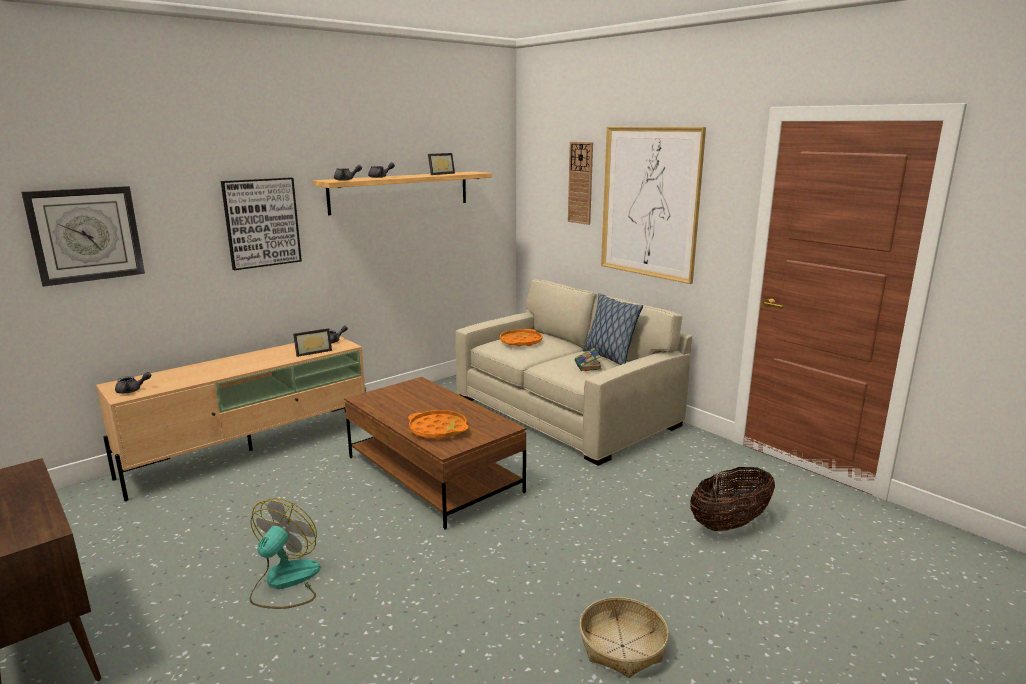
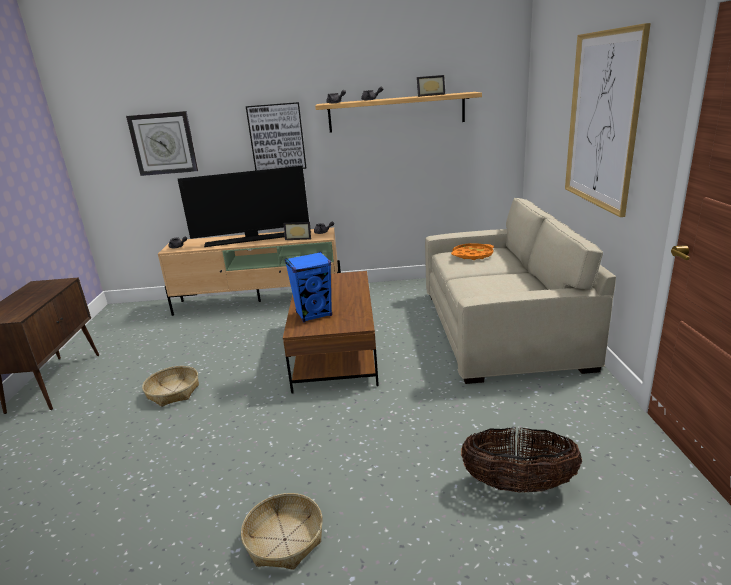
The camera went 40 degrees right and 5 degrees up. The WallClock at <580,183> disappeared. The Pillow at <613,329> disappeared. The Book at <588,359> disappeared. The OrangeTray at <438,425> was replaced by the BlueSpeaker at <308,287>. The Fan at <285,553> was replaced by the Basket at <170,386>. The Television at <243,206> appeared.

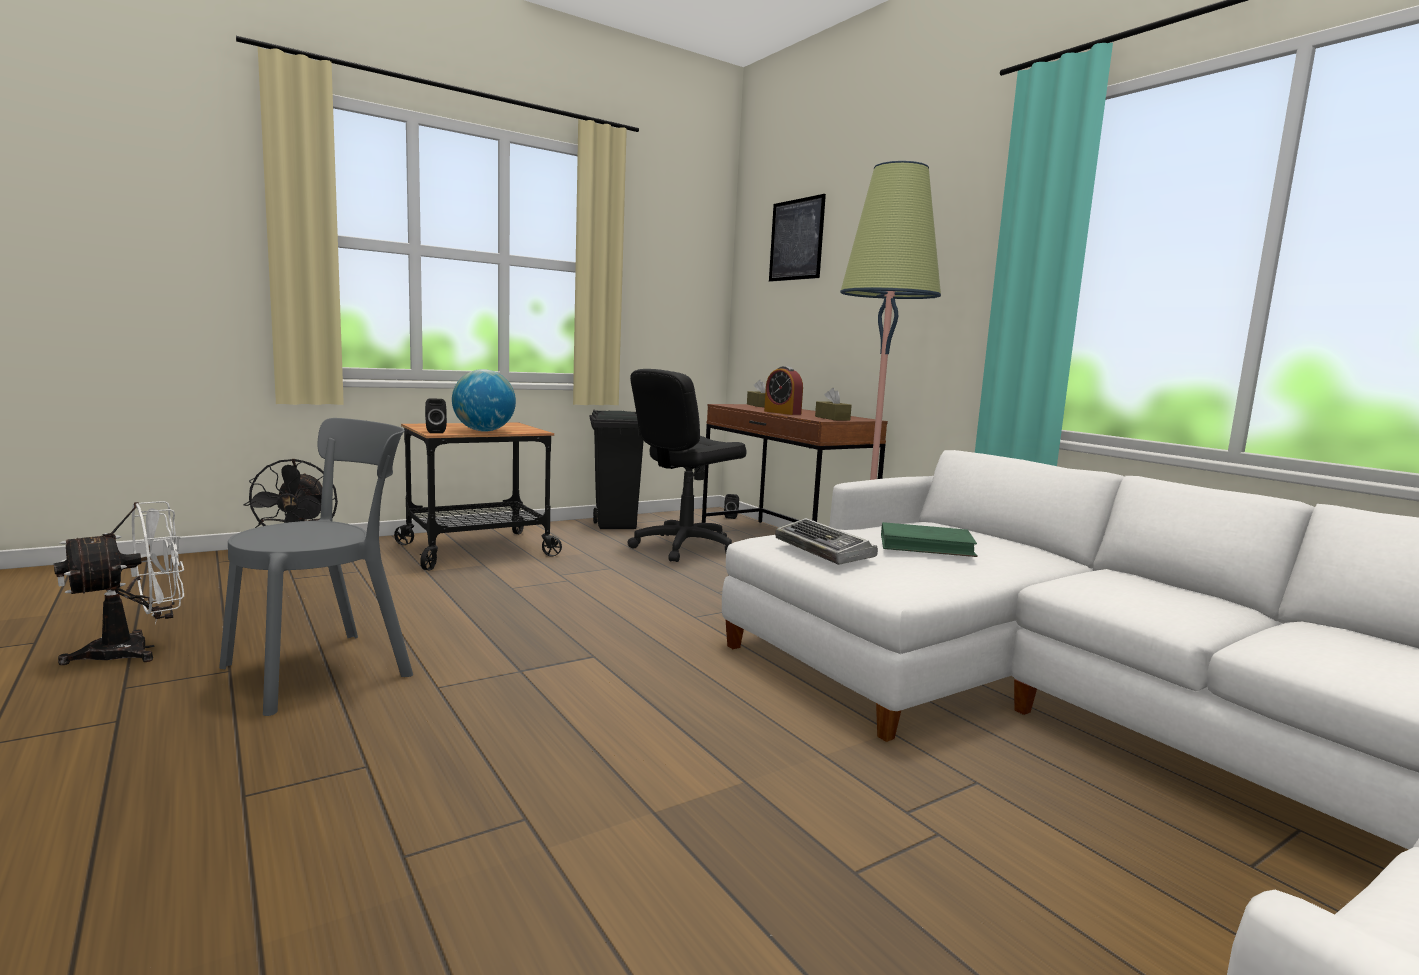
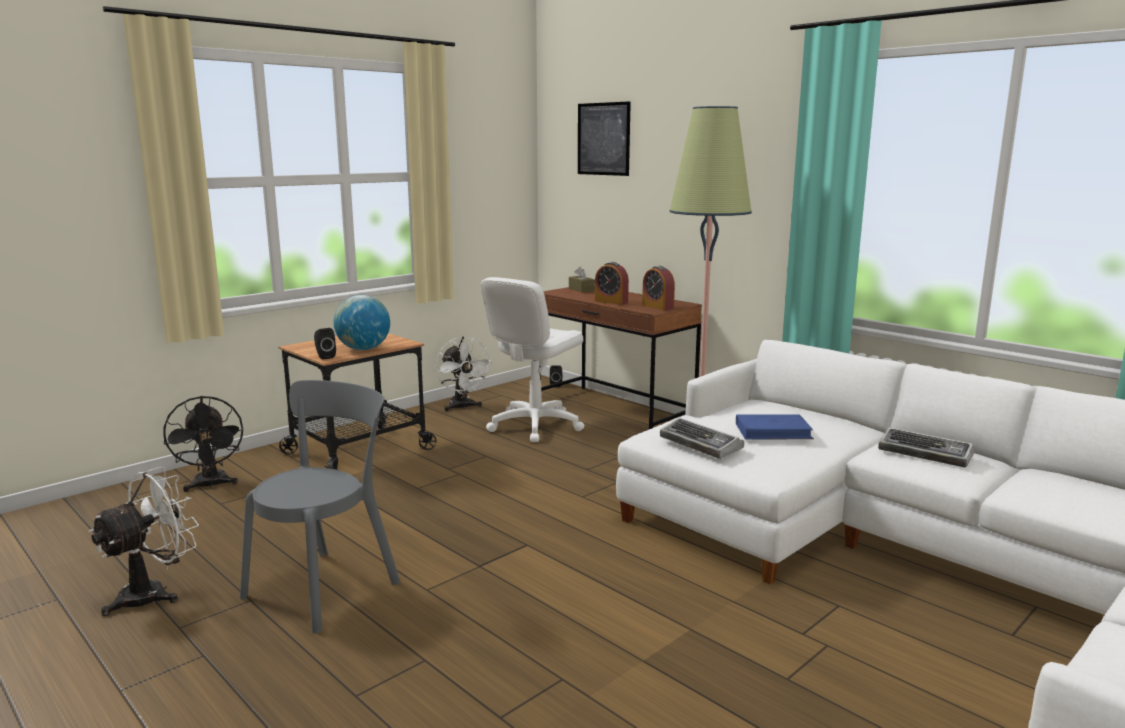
The camera went 10 degrees left and 5 degrees up. The BlackOfficeChair at <687,465> became the WhiteOfficeChair at <532,359>. The BrownTissueBox at <833,404> was replaced by the AlarmClock at <658,288>. The BlackTrashCan at <617,469> was replaced by the WhiteFan at <464,374>. The GreenBook at <929,539> became the BlueBook at <775,427>. The Keyboard at <926,447> appeared.

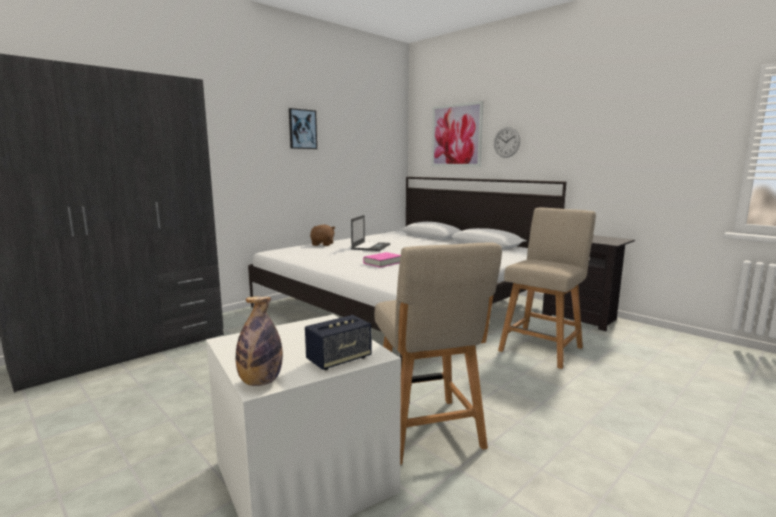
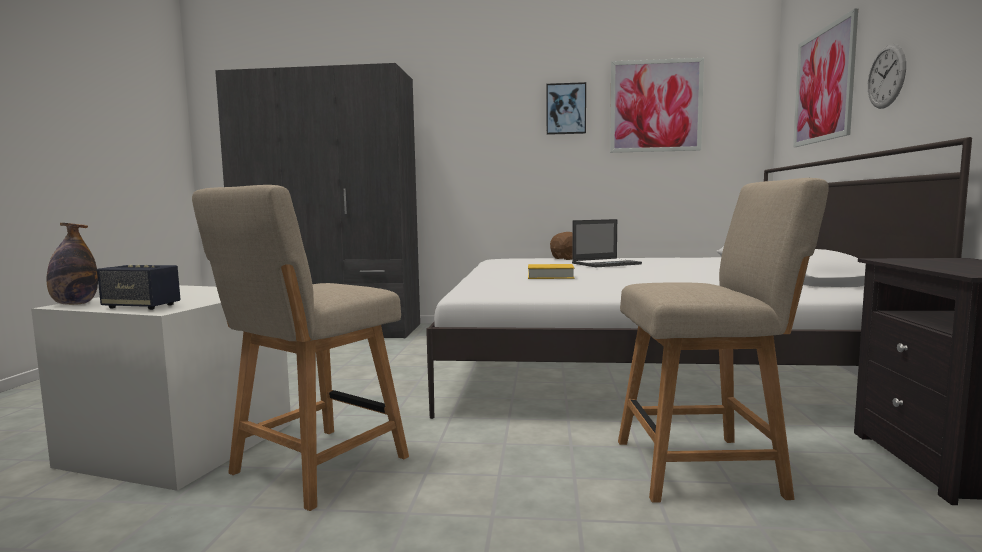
The camera went 50 degrees right and 5 degrees down. The PinkBook at <382,260> became the YellowBook at <551,271>. The Picture at <657,105> appeared.

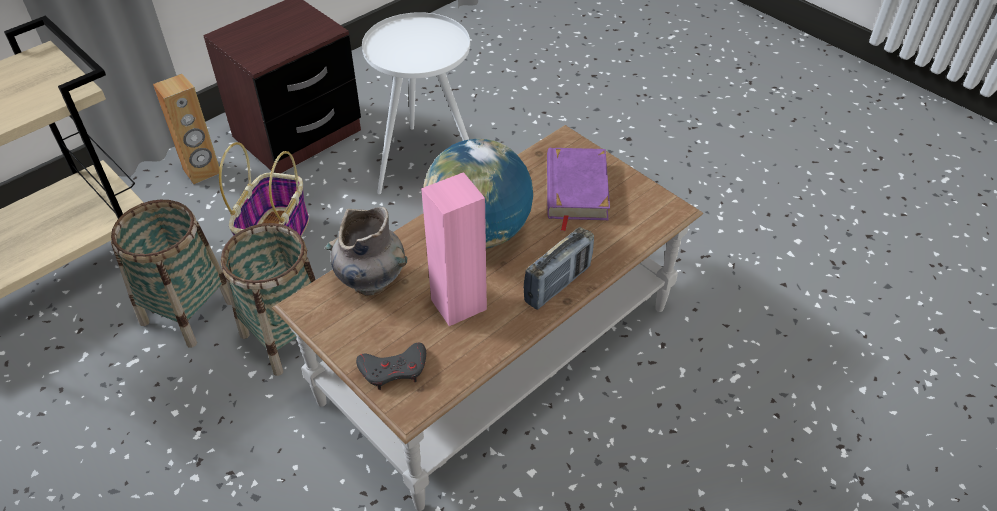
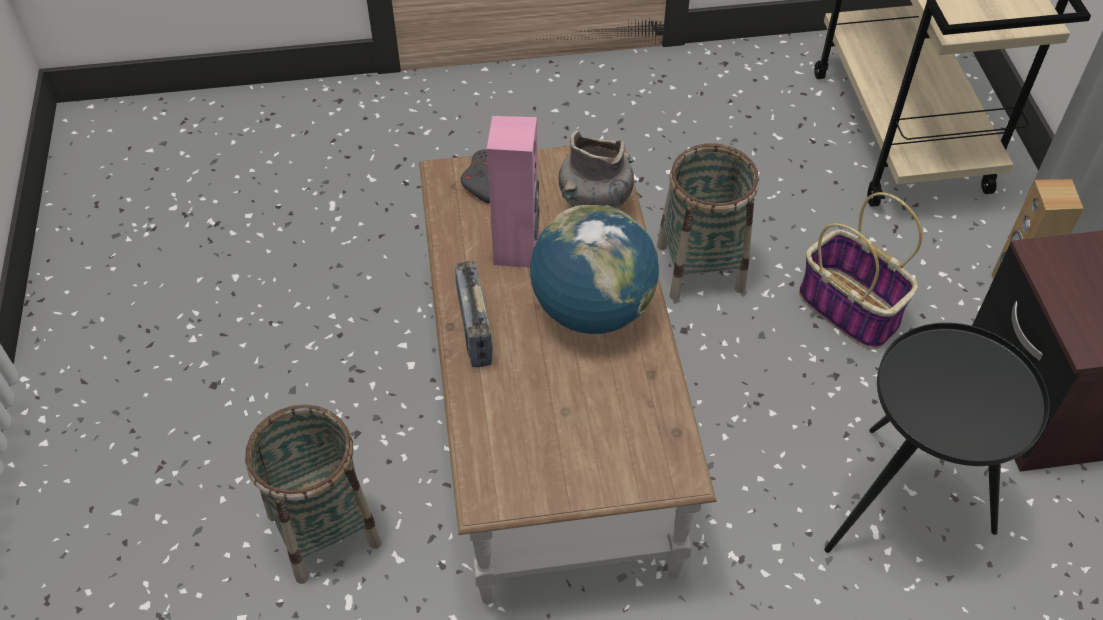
The camera went 125 degrees right and 5 degrees up. The WhiteSideTable at <416,103> became the BlackSideTable at <937,438>. The PurpleBook at <578,189> disappeared. The Basket moved from <171,273> to <313,494>.

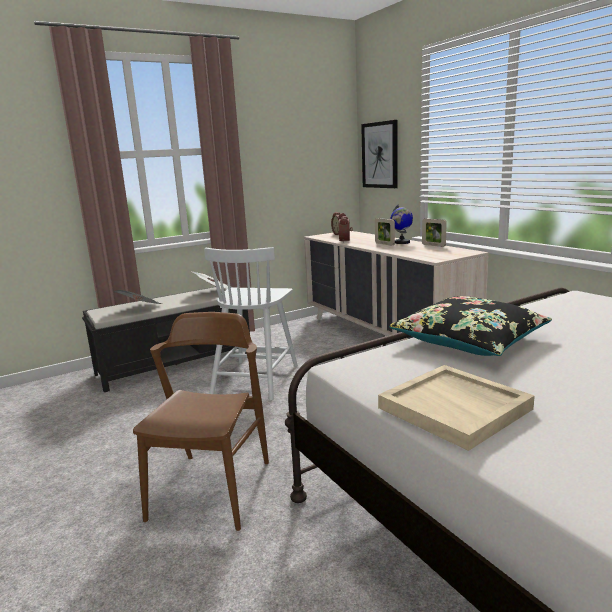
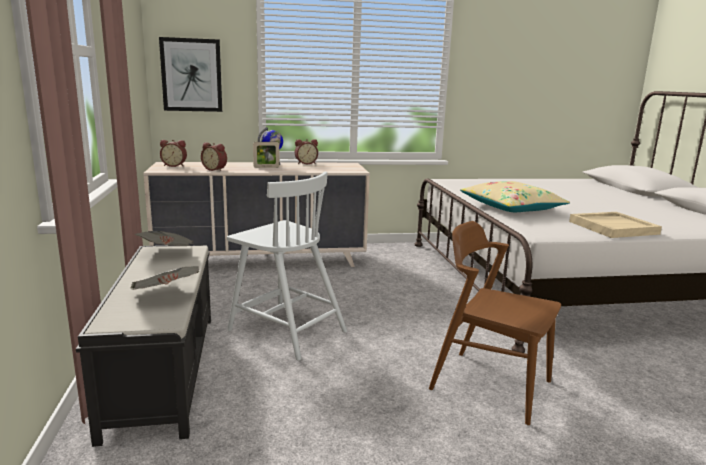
The camera went 70 degrees left and 0 degrees up. The PictureFrame at <434,232> was replaced by the AlarmClock at <306,151>. The BlackPillow at <470,326> became the BeigePillow at <515,196>.

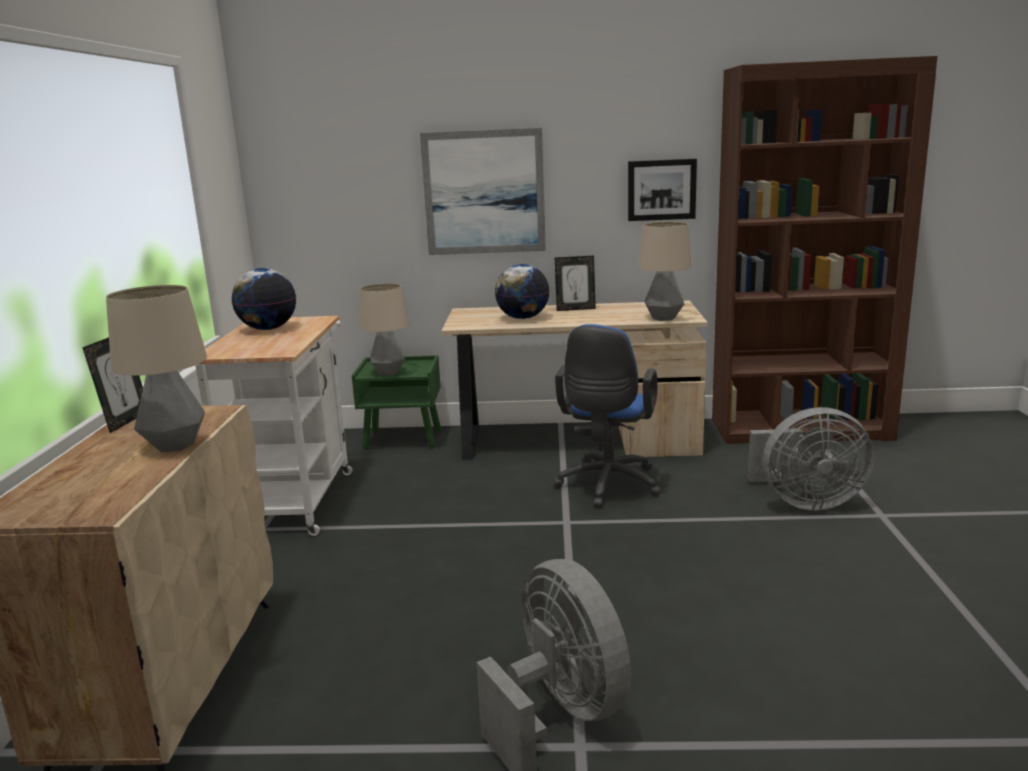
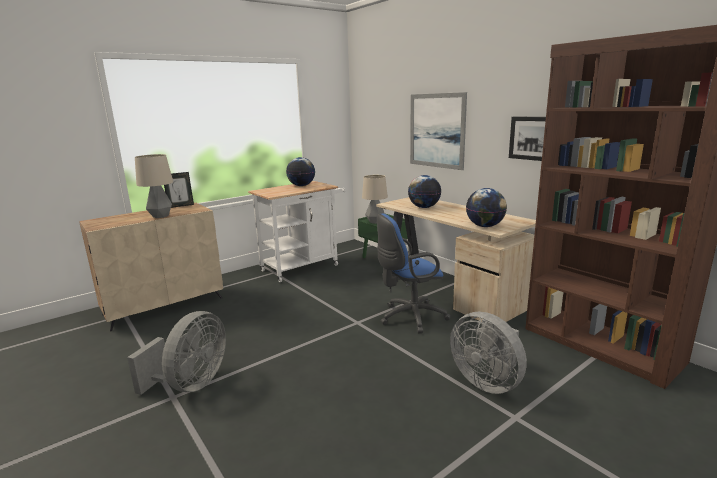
The camera went 50 degrees right and 0 degrees up. The TableLamp at <665,271> was replaced by the Globe at <486,207>. The PictureFrame at <575,283> disappeared.

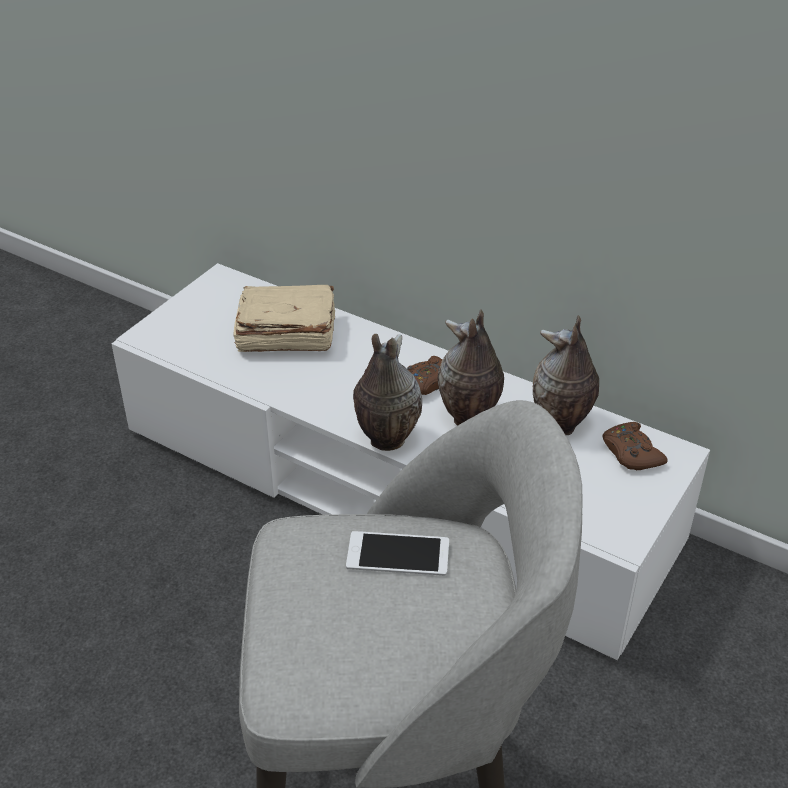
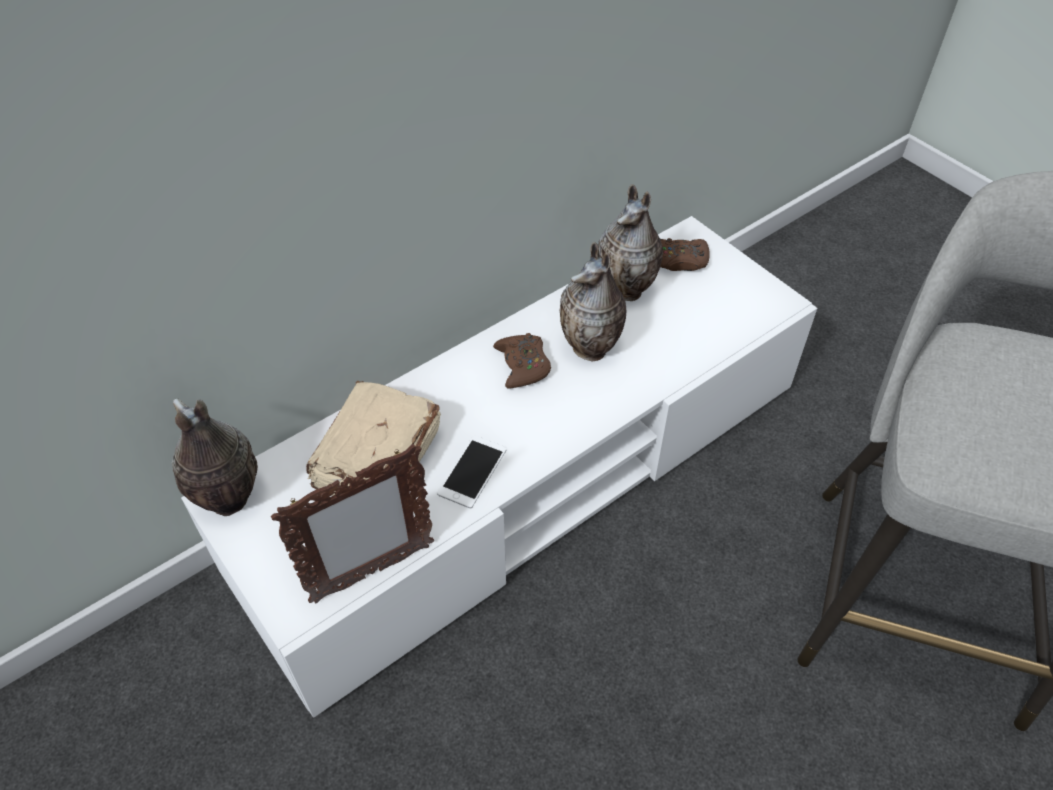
The camera went 70 degrees left and 10 degrees up. The Vase moved from <387,392> to <215,457>. The Phone moved from <397,553> to <472,471>. The PictureFrame at <352,524> appeared.

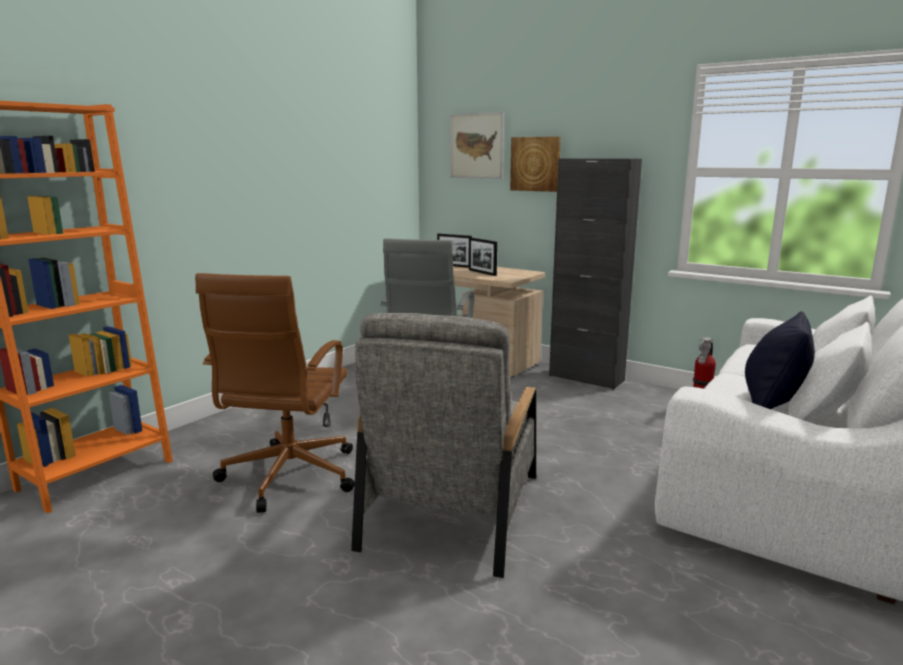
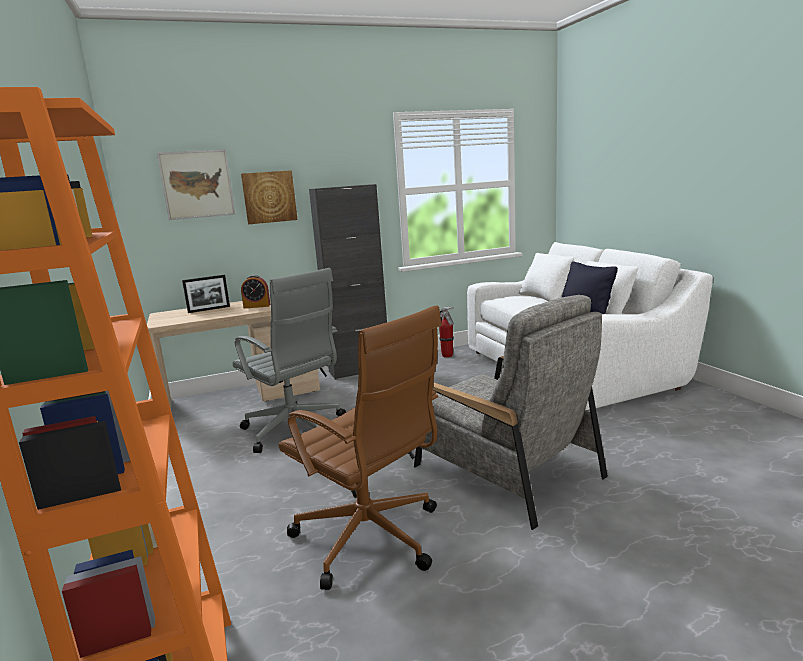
The camera went 55 degrees left and 0 degrees up. The PictureFrame at <483,257> was replaced by the AlarmClock at <255,292>.

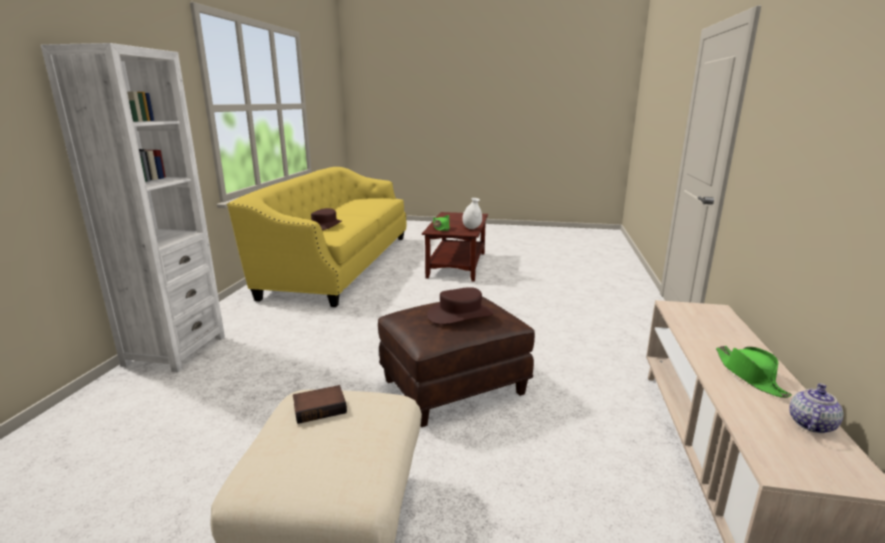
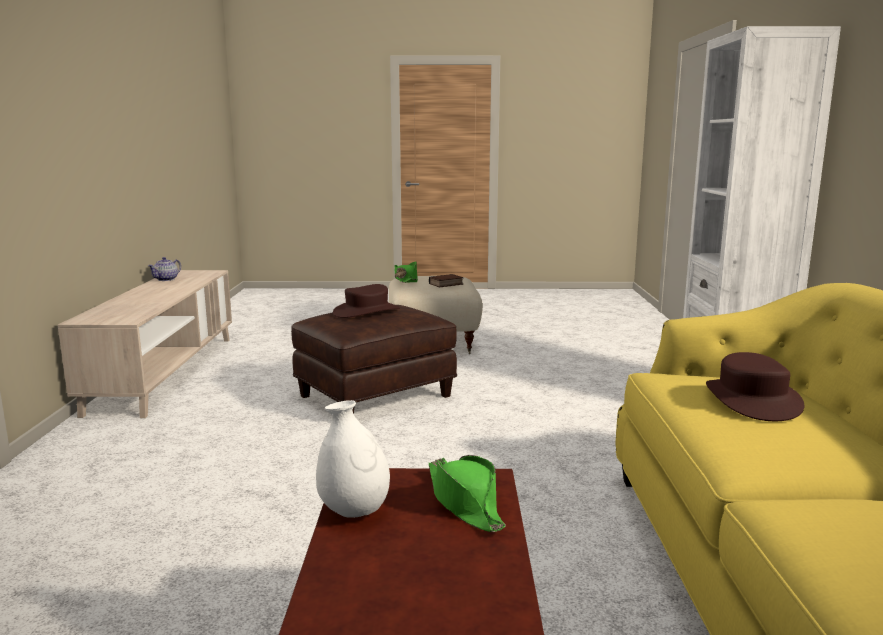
The camera went 170 degrees right and 5 degrees down. The GreenHat moved from <754,372> to <406,272>.

